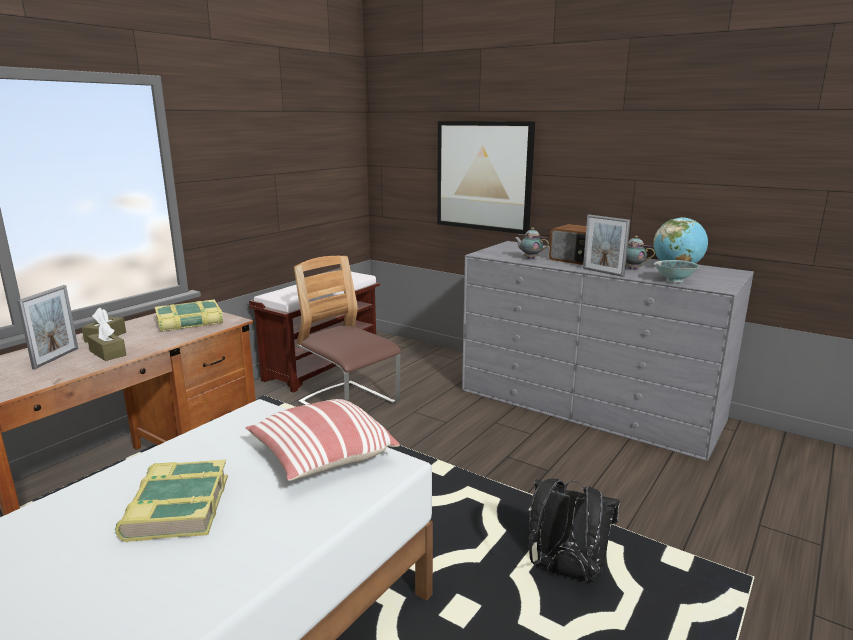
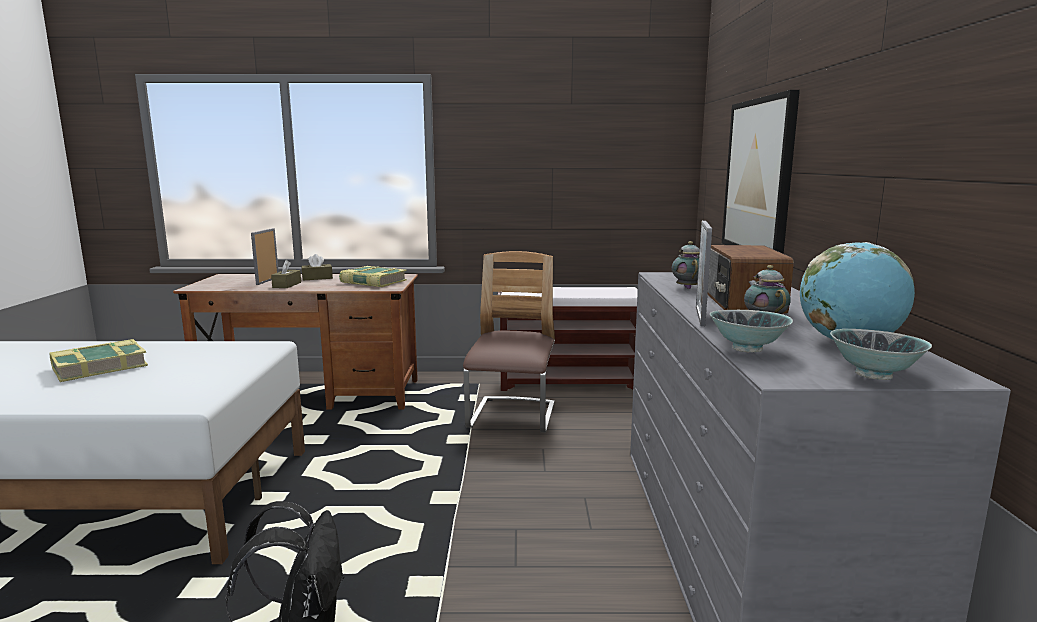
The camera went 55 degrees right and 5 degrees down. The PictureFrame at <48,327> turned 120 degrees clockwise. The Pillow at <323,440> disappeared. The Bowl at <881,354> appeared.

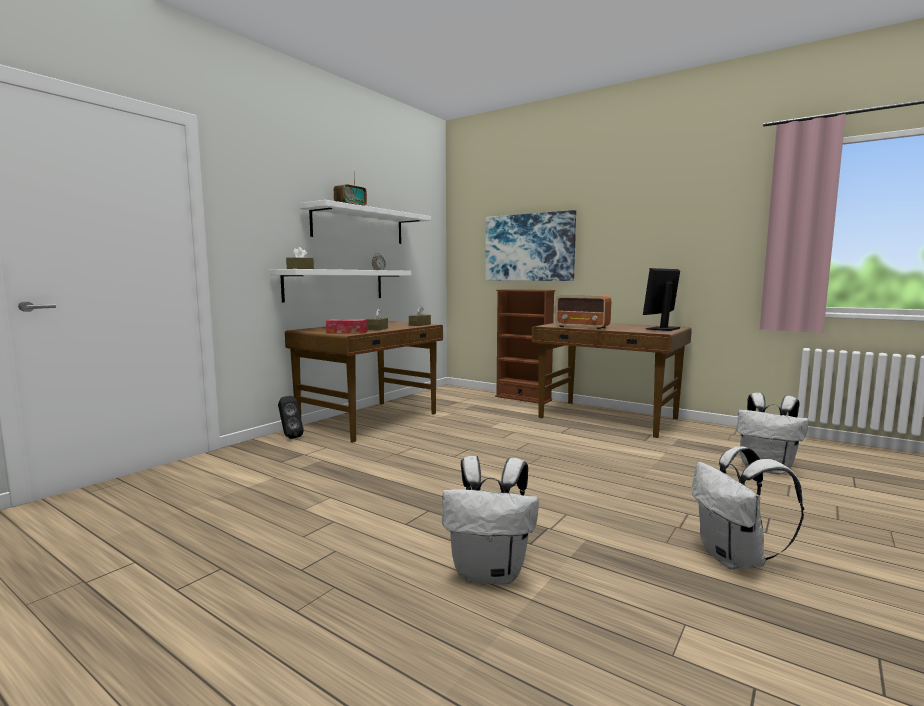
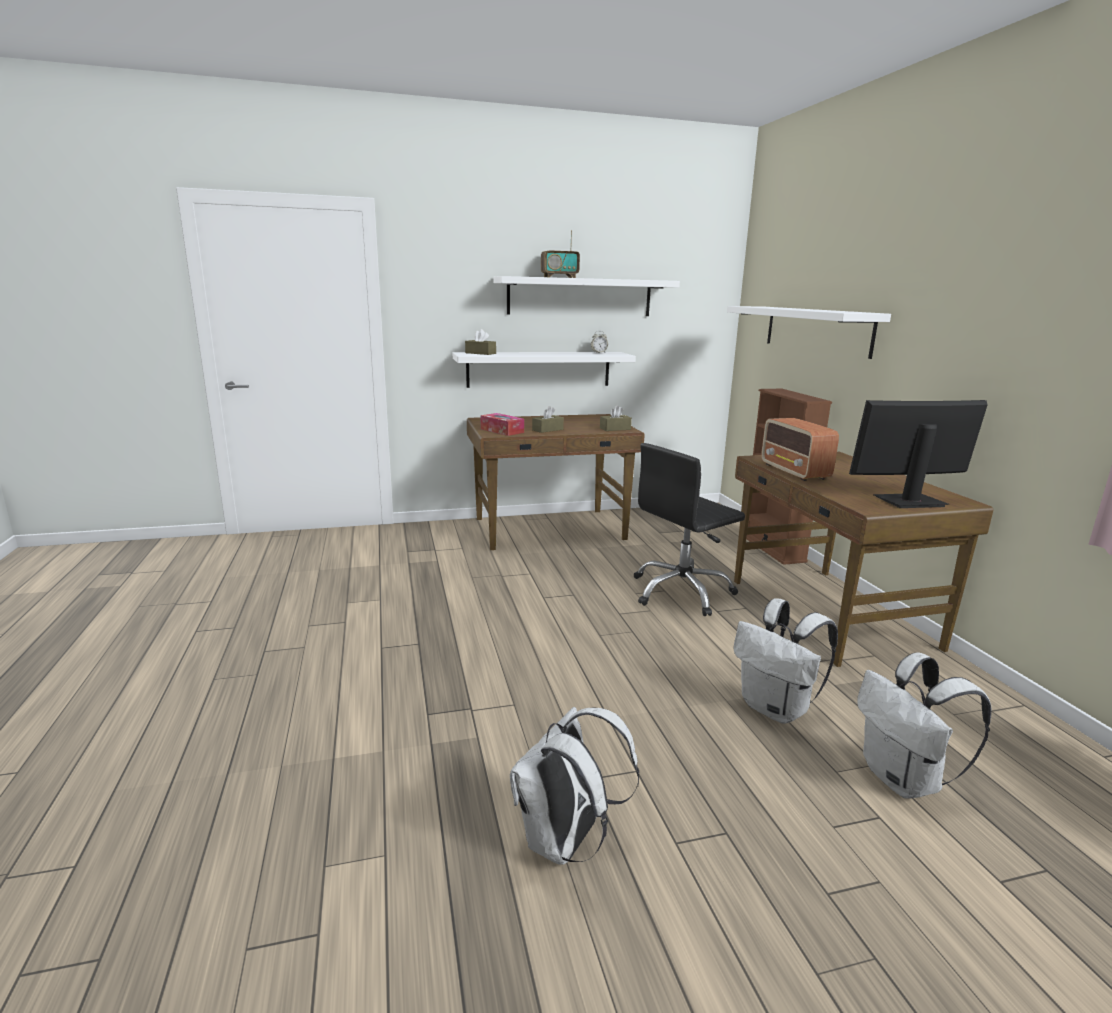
The camera went 40 degrees right and 10 degrees up. The Picture at <530,245> was replaced by the WhiteShelf at <809,332>. The BlackSpeaker at <291,417> disappeared. The WhiteBackpack moved from <490,520> to <785,661>. The BlackOfficeChair at <689,529> appeared.

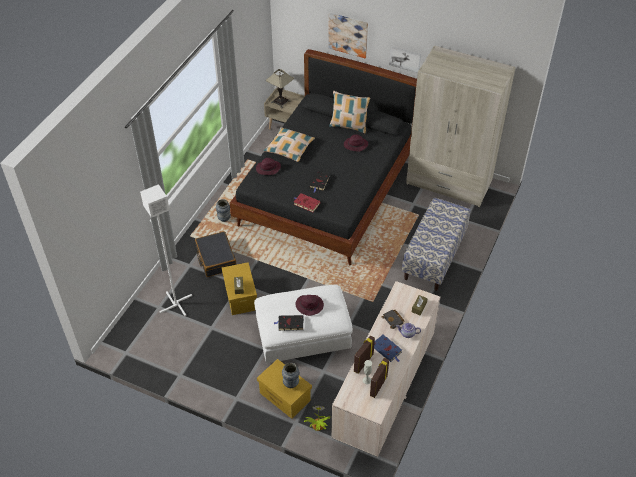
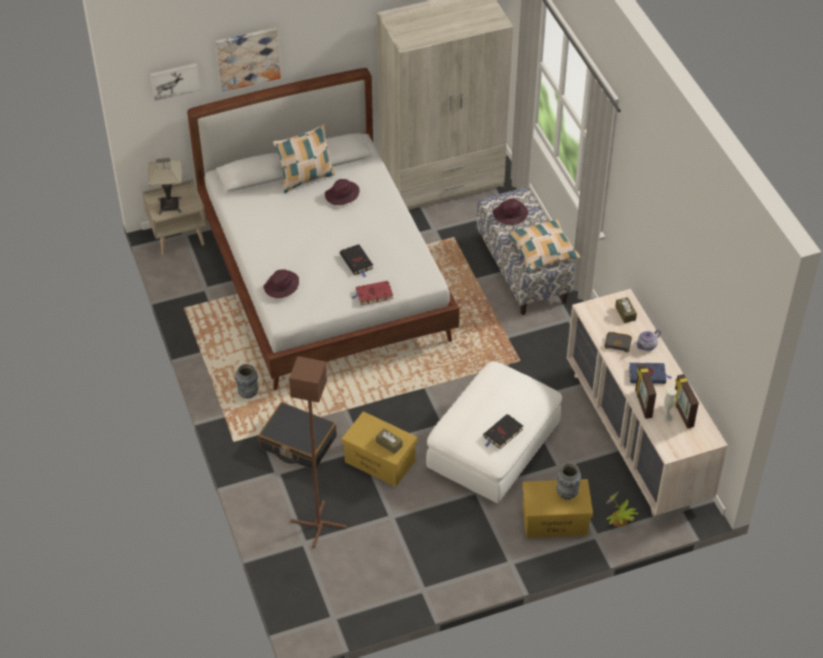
The camera went 45 degrees left and 0 degrees up. The Picture moved from <405,59> to <175,82>. The BlackBed at <323,157> became the WhiteBed at <323,229>. The Pillow moved from <289,144> to <543,245>. The WhiteFloorLamp at <166,250> became the BrownFloorLamp at <318,452>. The PurpleHat moved from <309,305> to <510,211>.

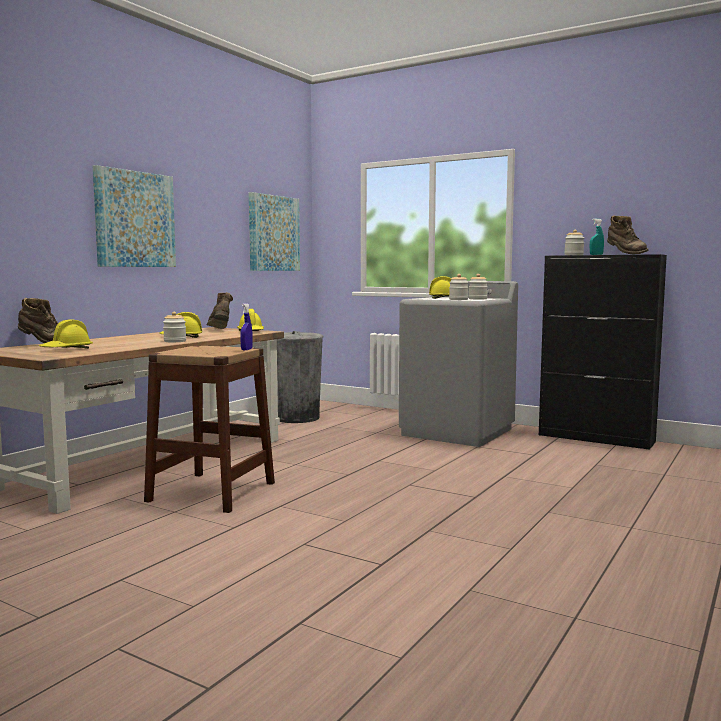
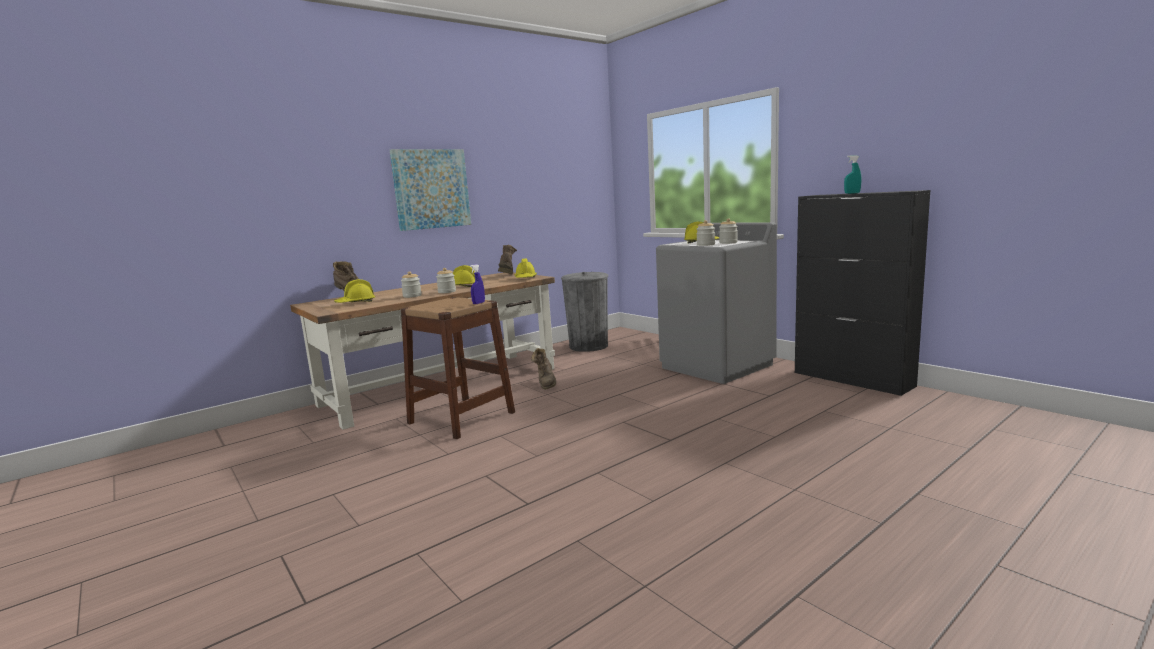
The camera went 20 degrees right and 5 degrees up. The Picture at <274,231> disappeared. The BrownBoot moved from <627,234> to <543,369>. The Jar moved from <574,242> to <411,284>.

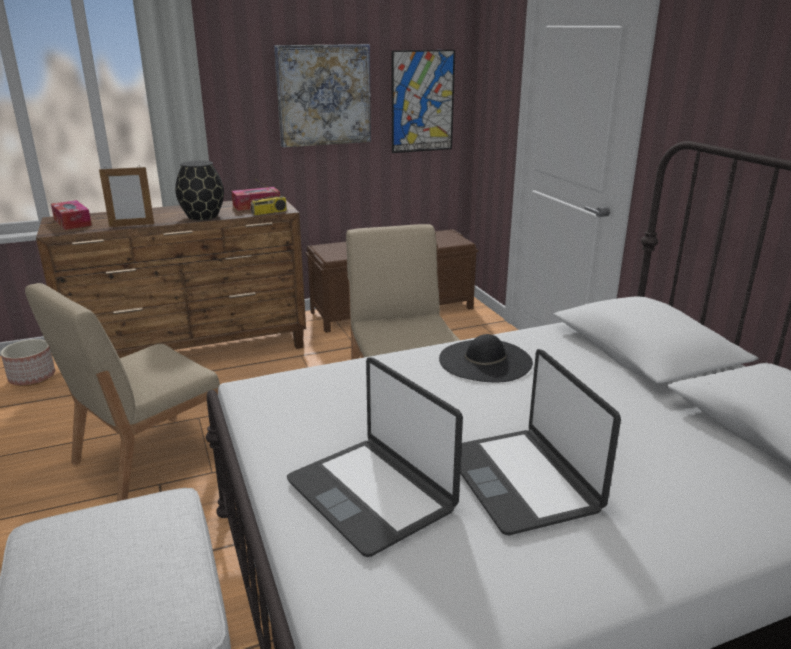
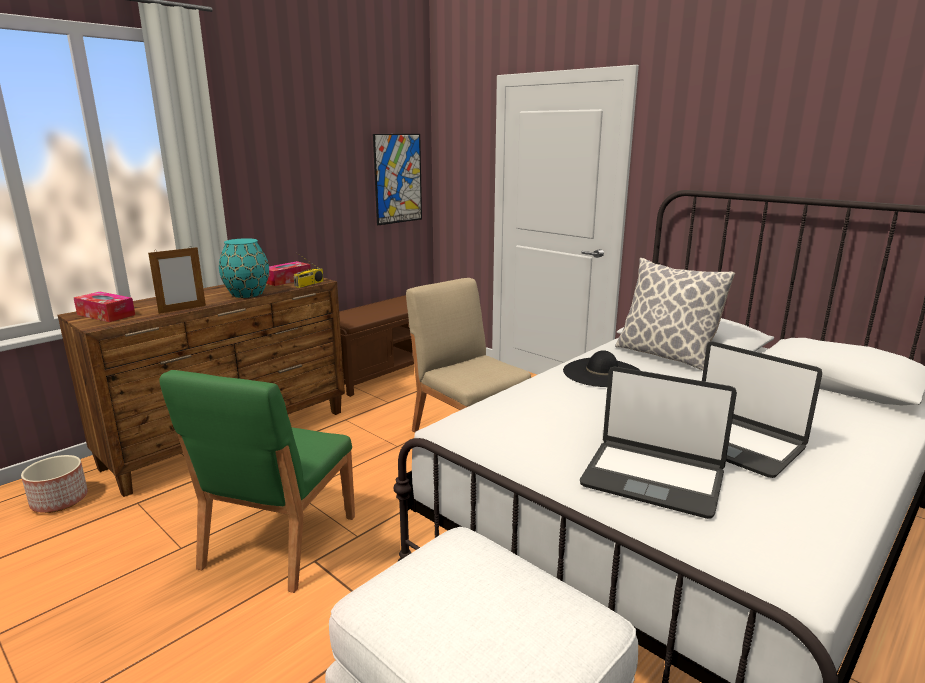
The camera went 25 degrees left and 5 degrees down. The Picture at <322,95> disappeared. The BlackVase at <199,190> became the TurquoiseVase at <244,268>. The BeigeChair at <122,392> became the GreenChair at <257,481>. The Pillow at <675,314> appeared.

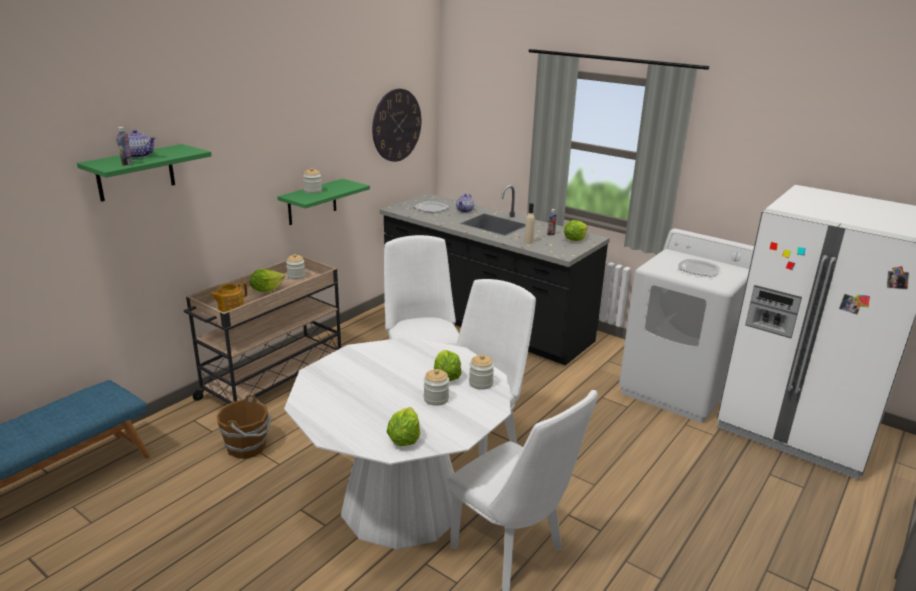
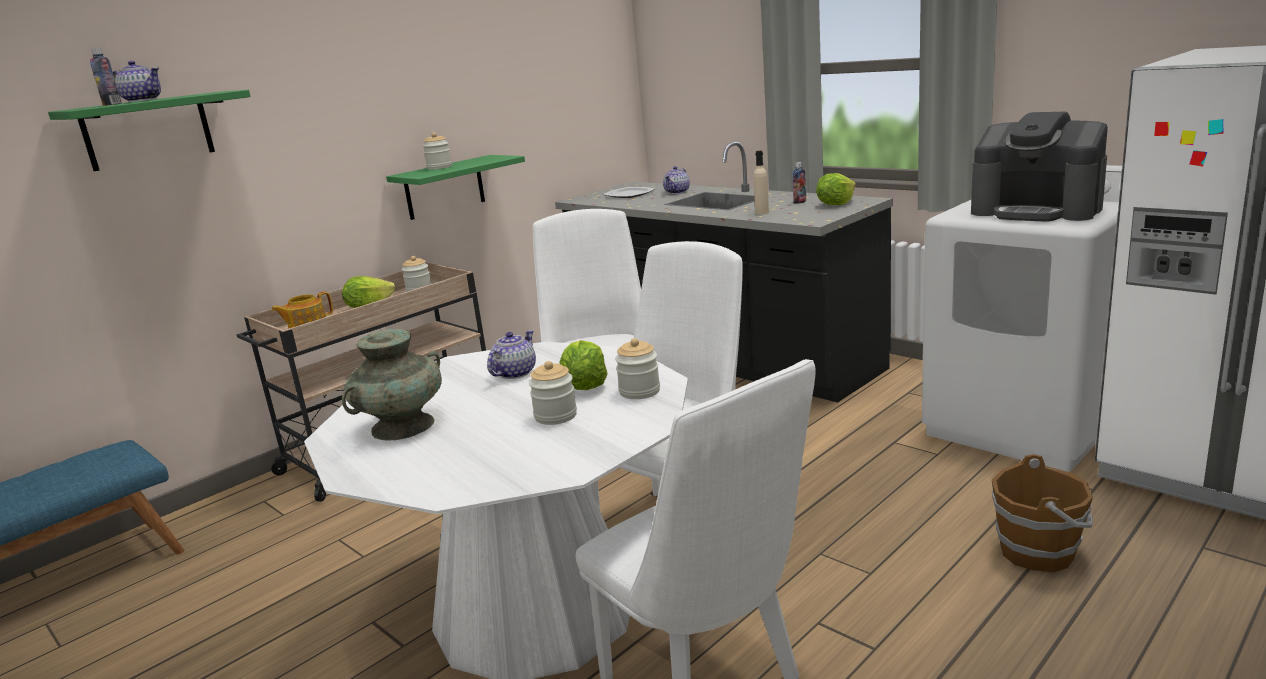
The camera went 10 degrees right and 5 degrees down. The WallClock at <396,125> disappeared. The Plate at <699,268> was replaced by the CoffeeMachine at <1039,167>. The BrownBucket moved from <244,427> to <1042,513>. The Lettuce at <403,426> disappeared. The TurquoiseVase at <392,385> appeared. The Teapot at <511,354> appeared.

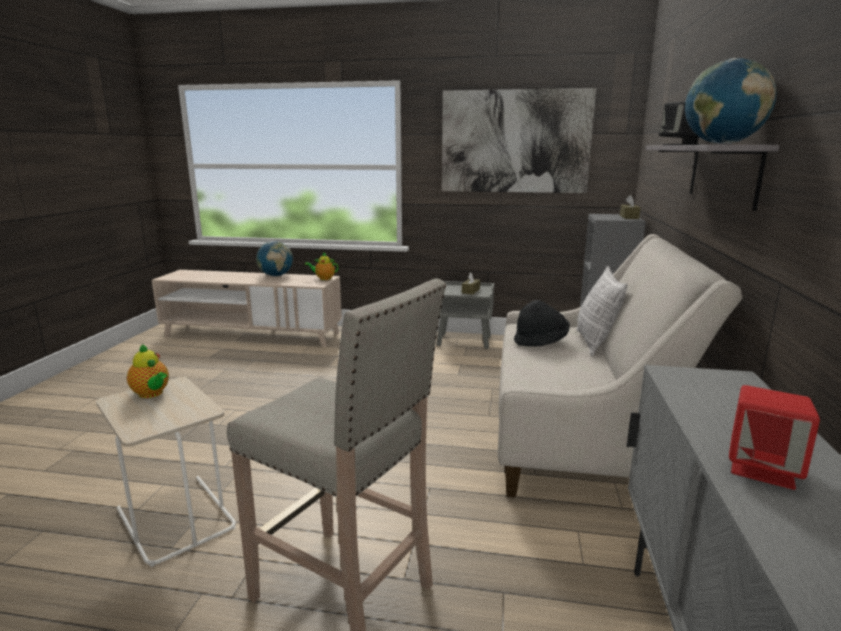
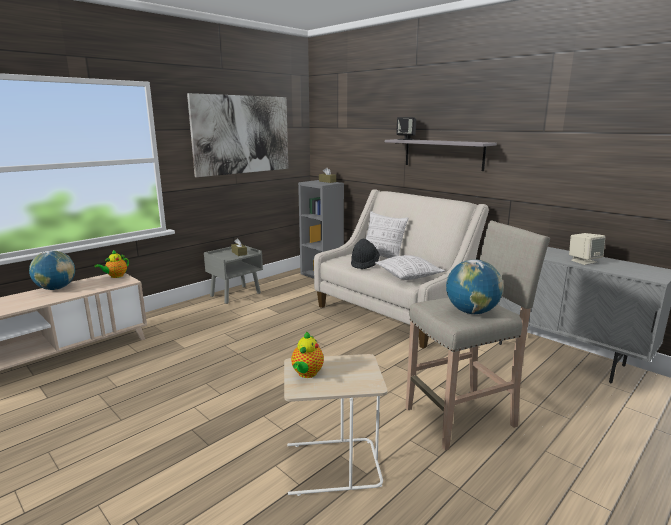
The camera went 55 degrees left and 0 degrees up. The Globe moved from <730,101> to <474,286>. The Teapot at <148,371> turned 120 degrees clockwise. The RedSpeaker at <774,437> became the BeigeSpeaker at <587,249>. The Pillow at <410,267> appeared.

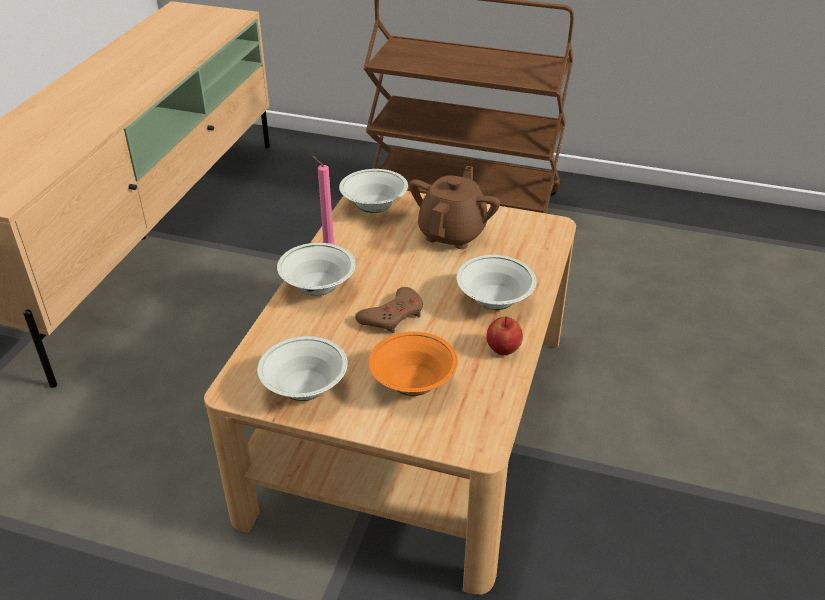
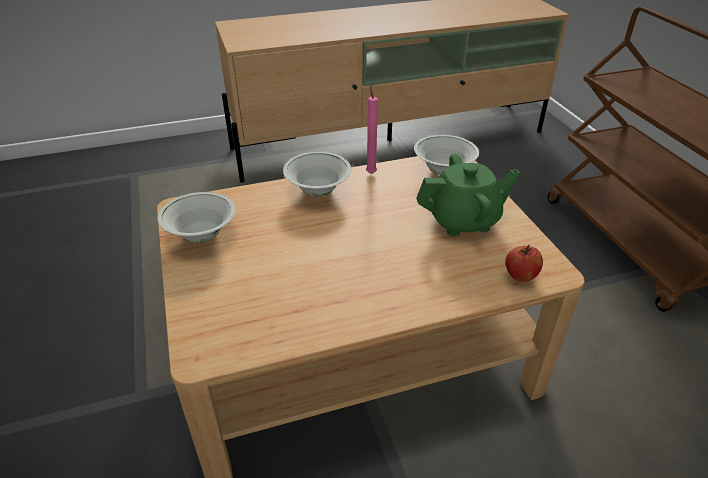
The camera went 55 degrees right and 0 degrees up. The BrownTeapot at <454,207> became the GreenTeapot at <468,195>. The WhiteBowl at <496,282> disappeared. The BrownGameController at <389,310> disappeared. The Apple moved from <504,336> to <524,263>. The OrangeBowl at <413,364> disappeared.

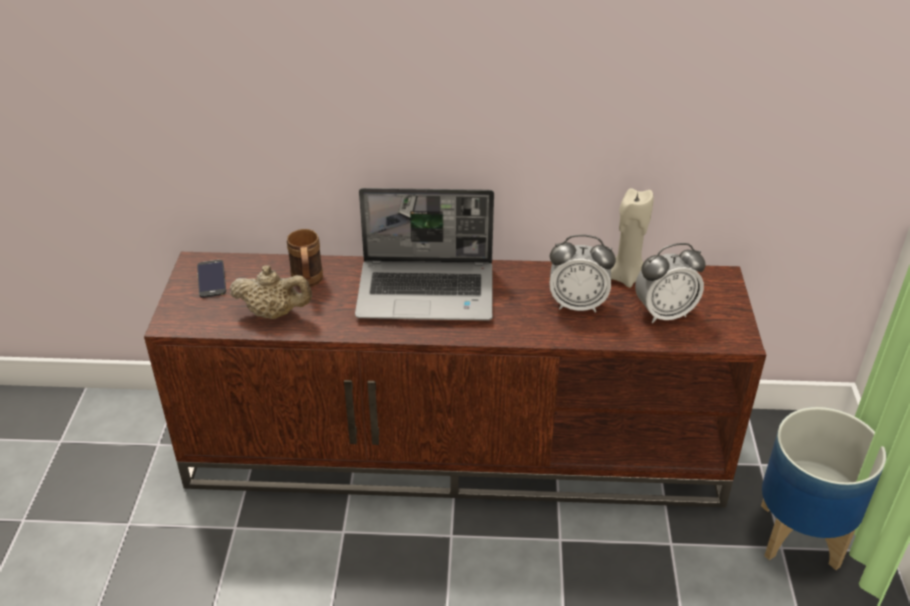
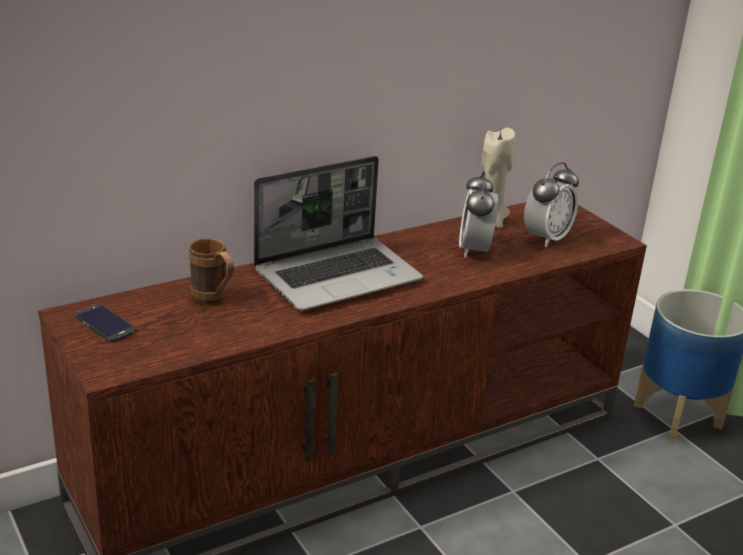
The camera went 35 degrees left and 10 degrees down. The AlarmClock at <582,274> turned 120 degrees clockwise. The BeigeTeapot at <271,292> disappeared.

